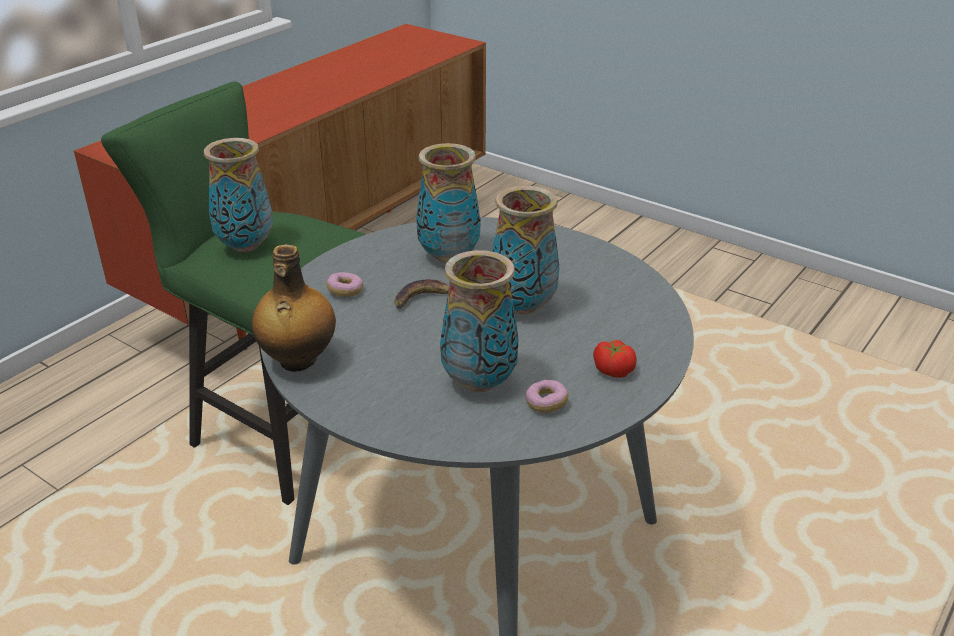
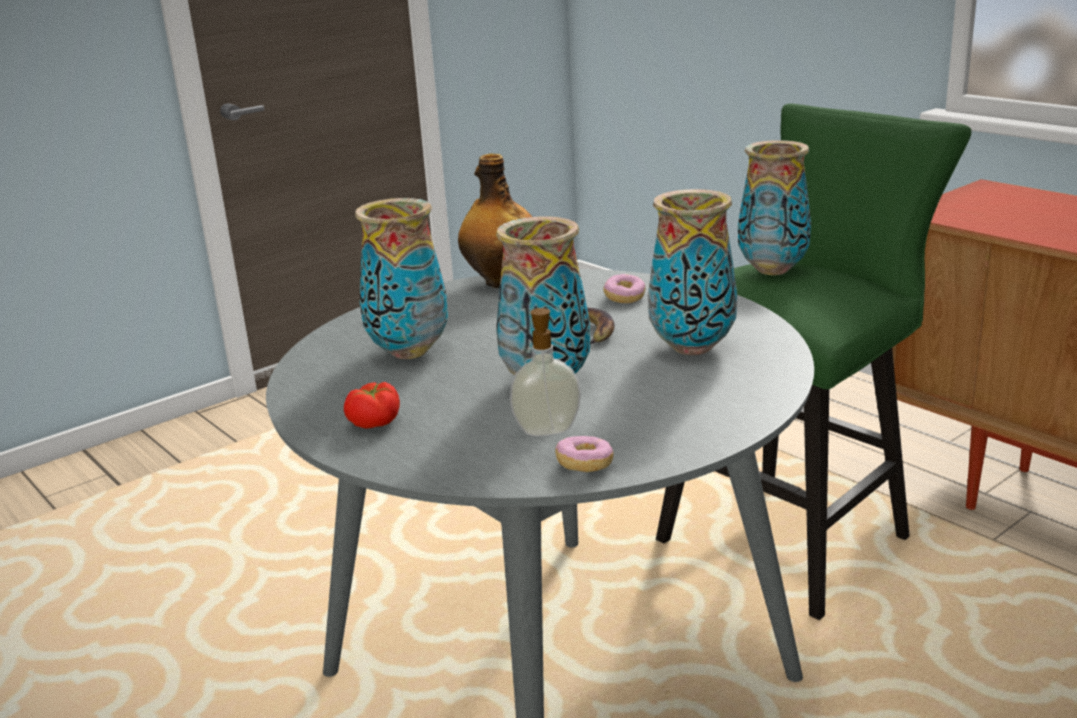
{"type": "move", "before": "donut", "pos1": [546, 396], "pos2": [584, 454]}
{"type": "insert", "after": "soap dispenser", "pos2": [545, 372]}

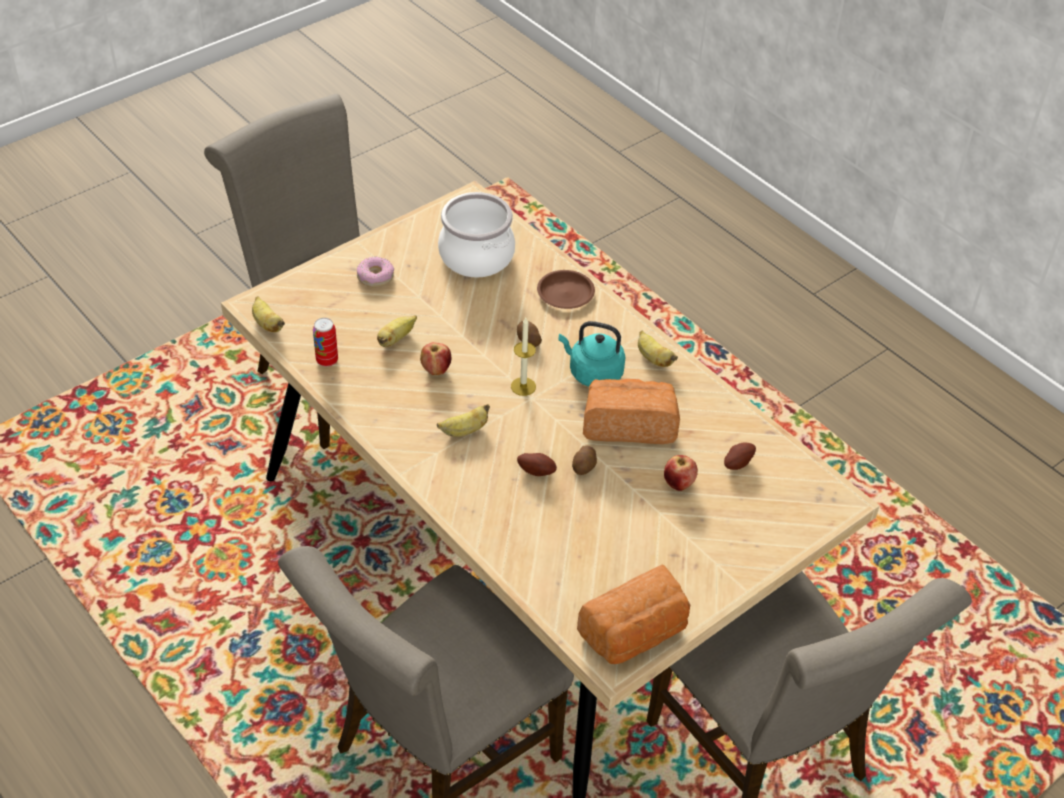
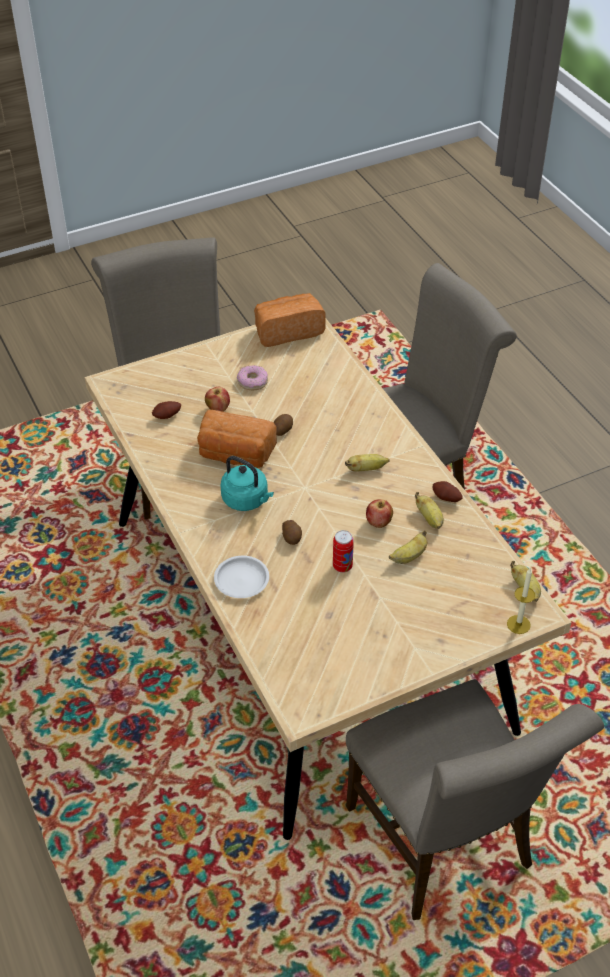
{"type": "move", "before": "can", "pos1": [325, 342], "pos2": [343, 551]}
{"type": "move", "before": "donut", "pos1": [375, 272], "pos2": [252, 377]}
{"type": "delete", "before": "cooking pot", "pos1": [476, 234]}
{"type": "move", "before": "candle", "pos1": [523, 357], "pos2": [521, 601]}
{"type": "move", "before": "potato", "pos1": [537, 464], "pos2": [447, 491]}
{"type": "recolor", "before": "brown plate", "after": "white plate", "pos1": [566, 289], "pos2": [241, 577]}
{"type": "move", "before": "banana", "pos1": [658, 349], "pos2": [429, 510]}

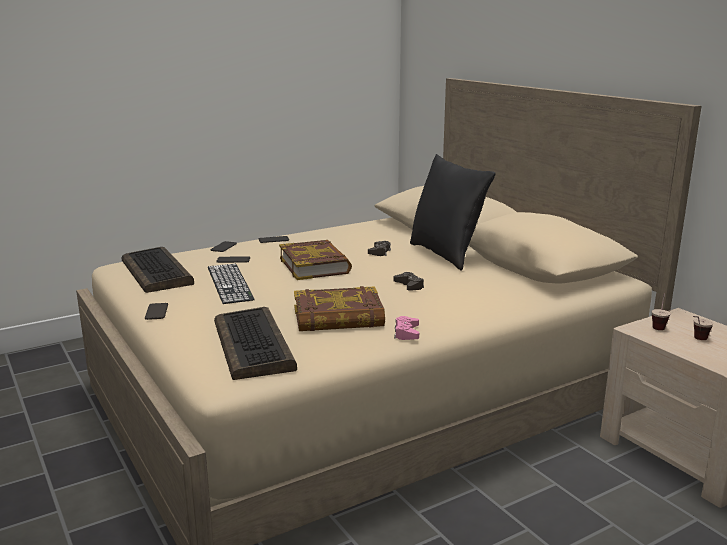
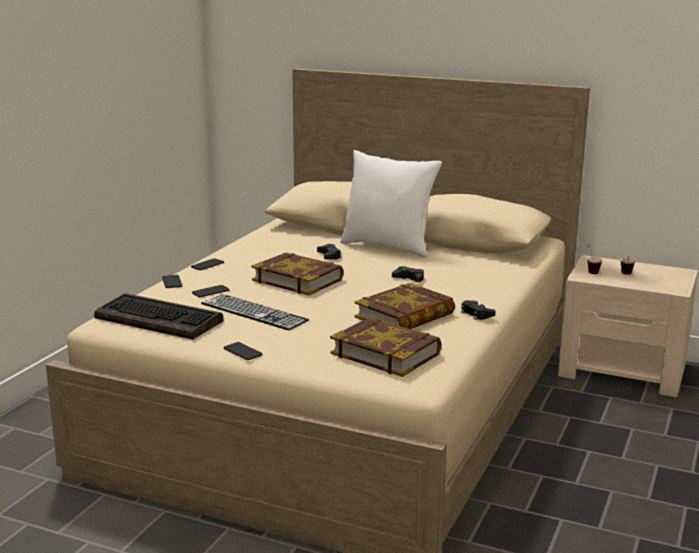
{"type": "replace", "before": "keyboard", "after": "book", "pos1": [255, 343], "pos2": [386, 347]}
{"type": "recolor", "before": "pink game controller", "after": "black game controller", "pos1": [406, 328], "pos2": [478, 310]}
{"type": "recolor", "before": "black pillow", "after": "white pillow", "pos1": [453, 212], "pos2": [391, 203]}

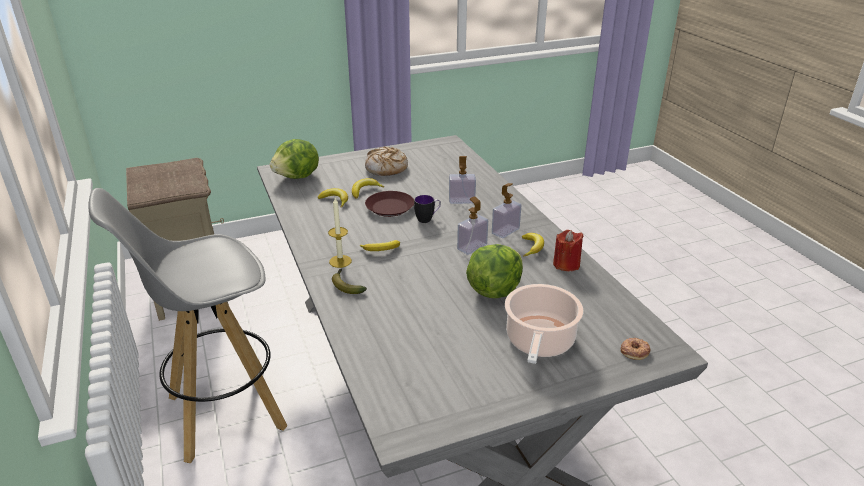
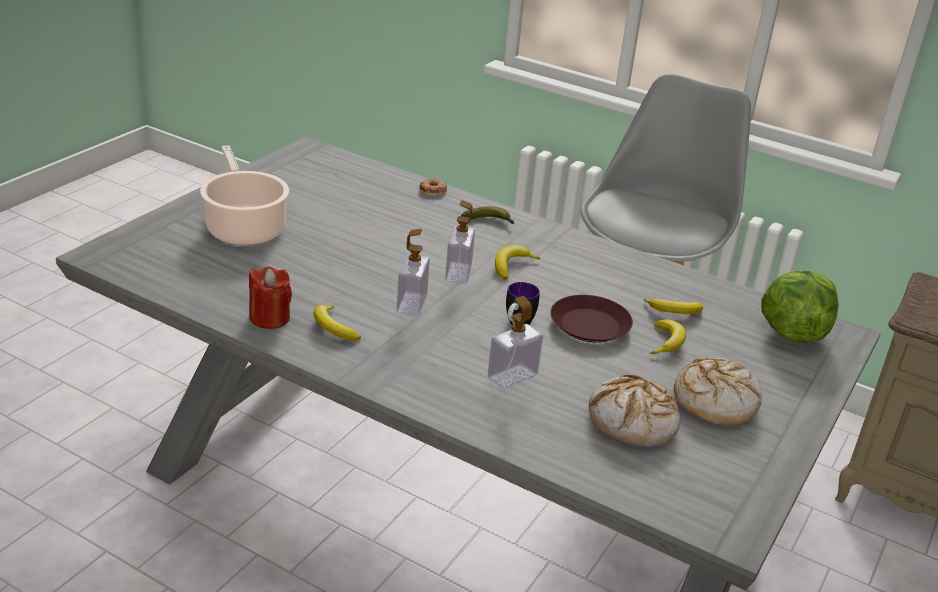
{"type": "delete", "before": "candle", "pos1": [340, 233]}
{"type": "delete", "before": "lettuce", "pos1": [494, 271]}
{"type": "move", "before": "soap dispenser", "pos1": [506, 210], "pos2": [460, 242]}
{"type": "move", "before": "donut", "pos1": [635, 348], "pos2": [433, 187]}
{"type": "insert", "after": "bread", "pos2": [634, 411]}

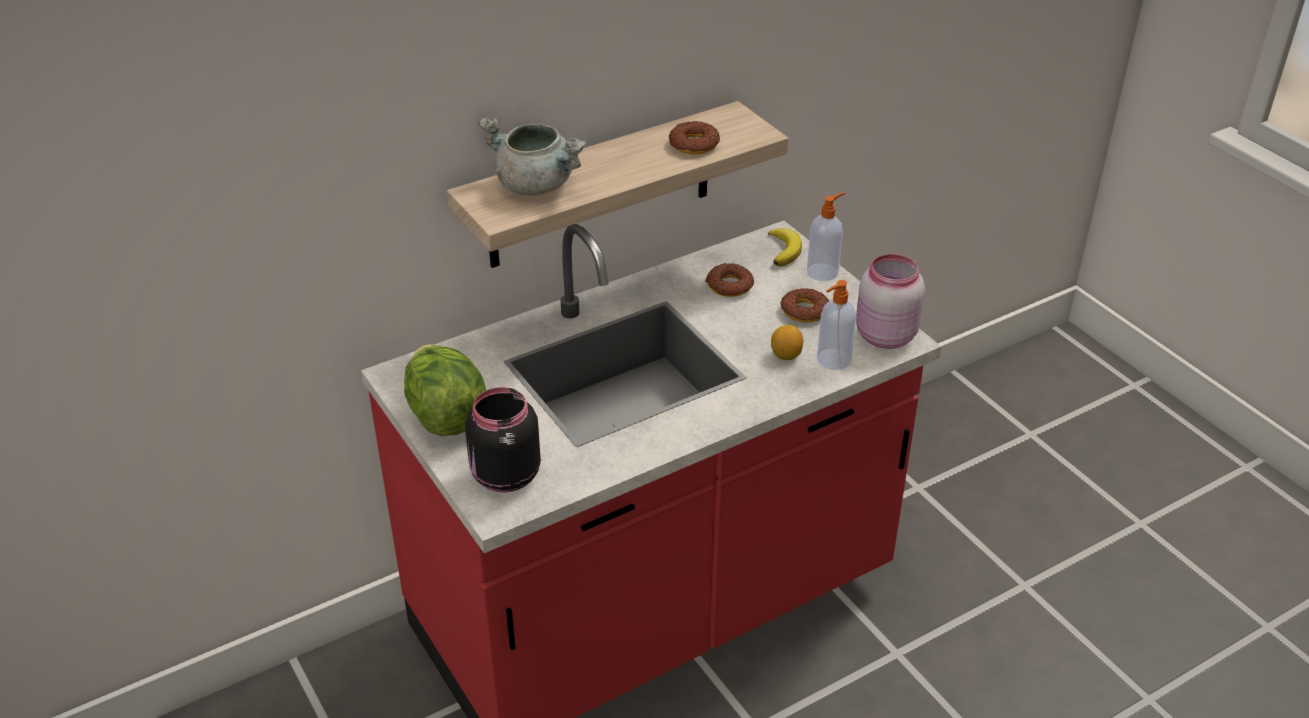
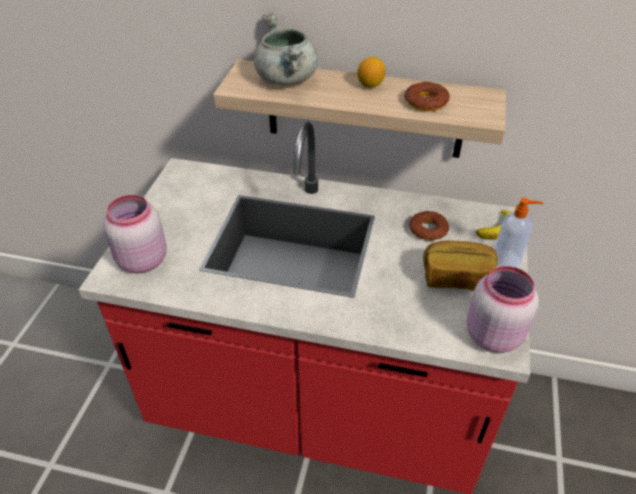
{"type": "delete", "before": "lettuce", "pos1": [445, 390]}
{"type": "recolor", "before": "black jar", "after": "pink jar", "pos1": [503, 440], "pos2": [135, 234]}
{"type": "move", "before": "lemon", "pos1": [787, 342], "pos2": [371, 72]}
{"type": "replace", "before": "donut", "after": "bread", "pos1": [805, 305], "pos2": [460, 266]}
{"type": "delete", "before": "soap dispenser", "pos1": [837, 325]}

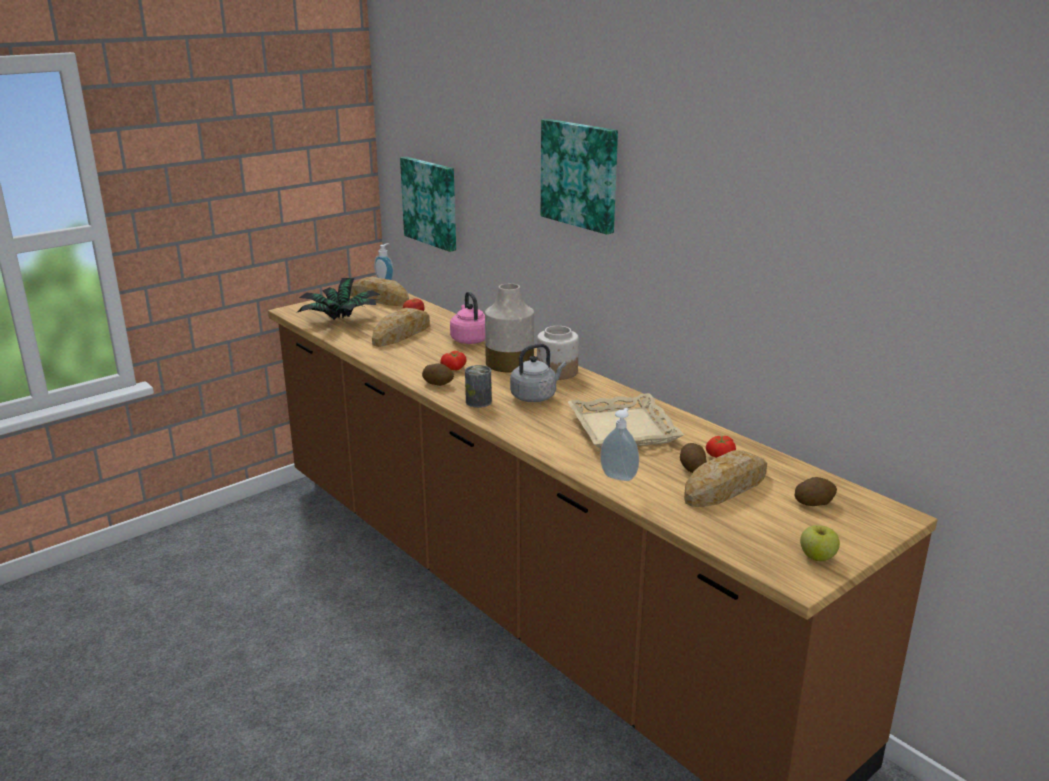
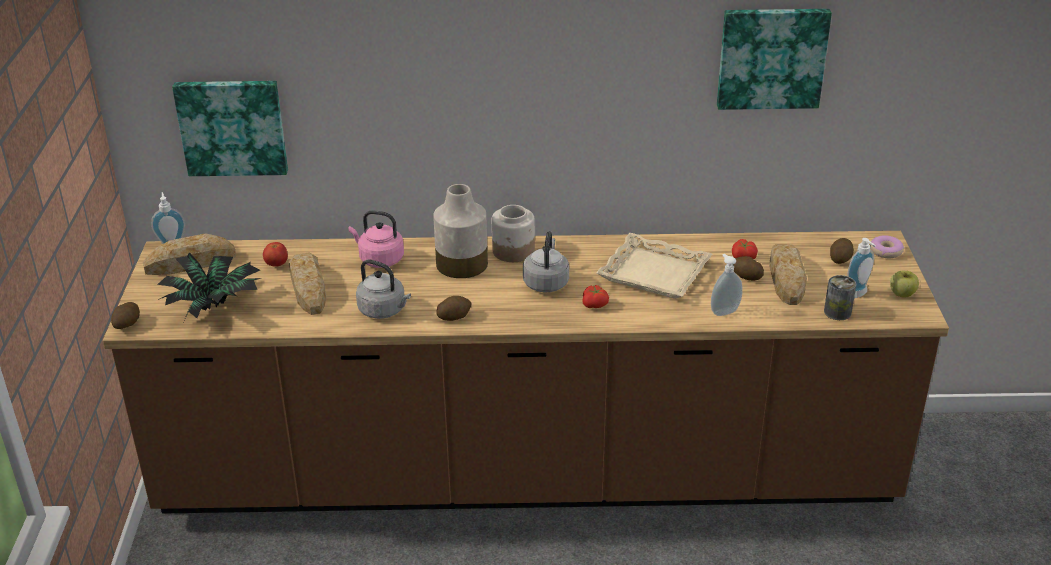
{"type": "move", "before": "tomato", "pos1": [453, 361], "pos2": [595, 296]}
{"type": "move", "before": "can", "pos1": [478, 386], "pos2": [840, 297]}
{"type": "move", "before": "picture", "pos1": [579, 177], "pos2": [774, 59]}
{"type": "insert", "after": "potato", "pos2": [125, 315]}
{"type": "insert", "after": "grey kettle", "pos2": [383, 289]}
{"type": "insert", "after": "soap dispenser", "pos2": [861, 268]}
{"type": "insert", "after": "donut", "pos2": [887, 246]}

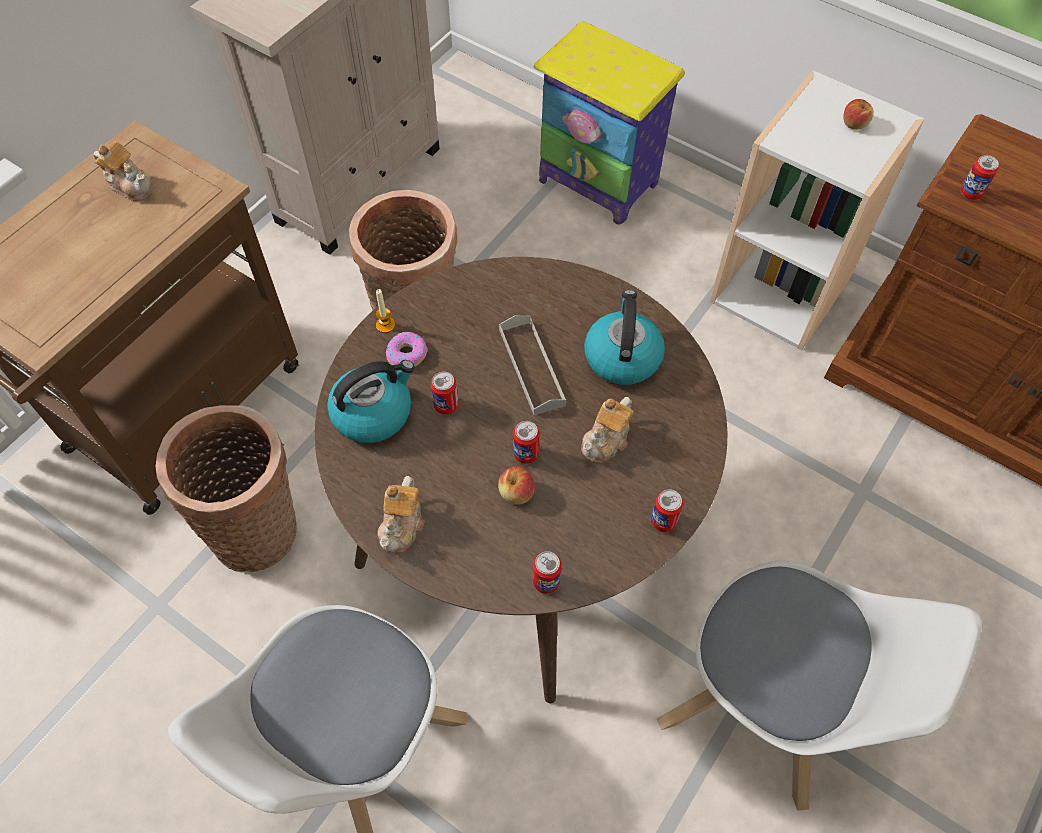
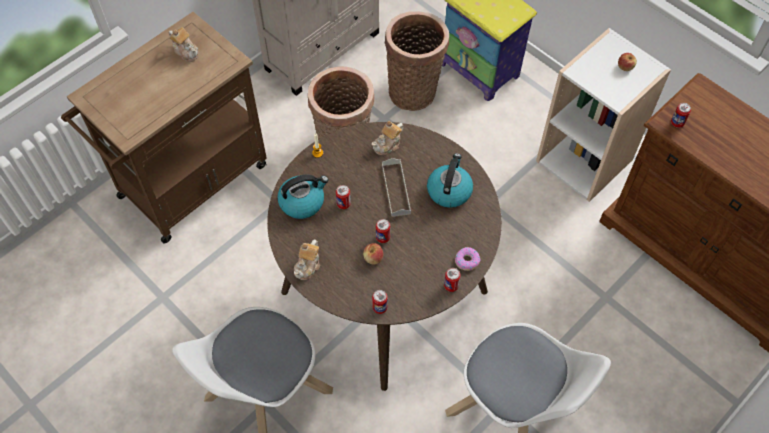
{"type": "move", "before": "basket", "pos1": [226, 488], "pos2": [417, 61]}
{"type": "move", "before": "donut", "pos1": [407, 349], "pos2": [468, 259]}
{"type": "move", "before": "teapot", "pos1": [607, 430], "pos2": [388, 138]}

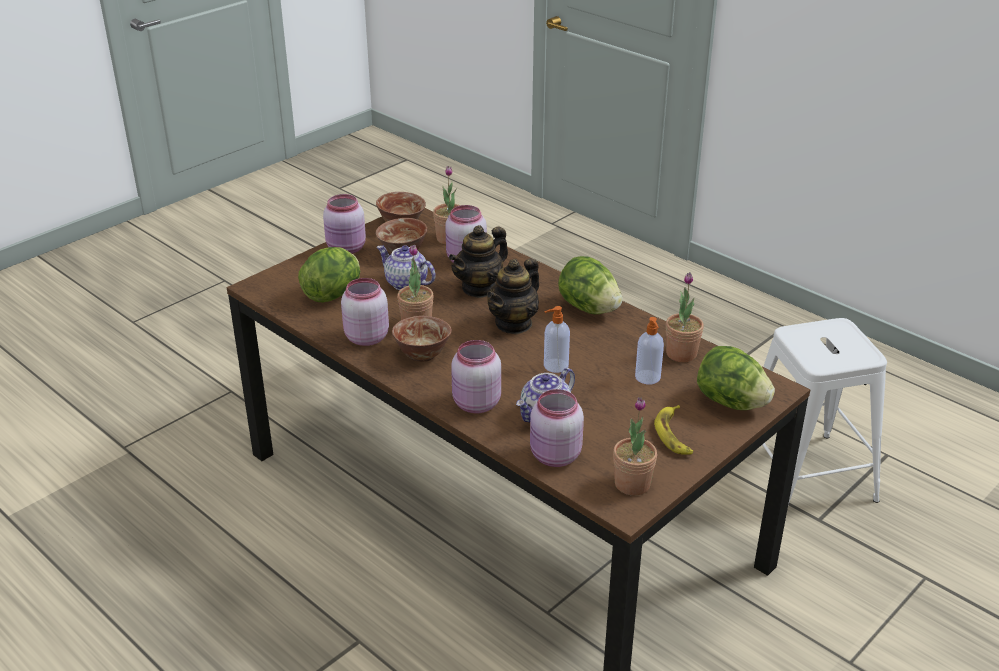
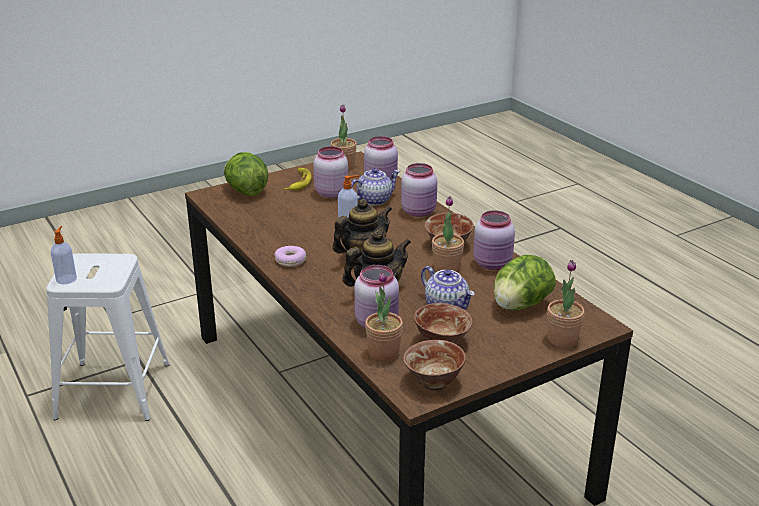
{"type": "move", "before": "pink jar", "pos1": [344, 224], "pos2": [331, 172]}
{"type": "replace", "before": "lettuce", "after": "donut", "pos1": [590, 285], "pos2": [290, 256]}
{"type": "move", "before": "soap dispenser", "pos1": [649, 350], "pos2": [64, 255]}
{"type": "move", "before": "potted plant", "pos1": [685, 317], "pos2": [566, 304]}

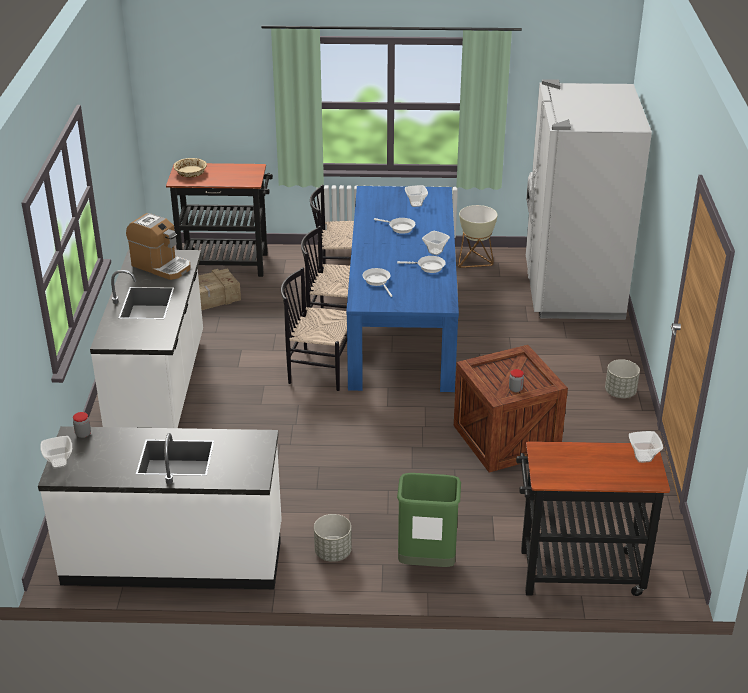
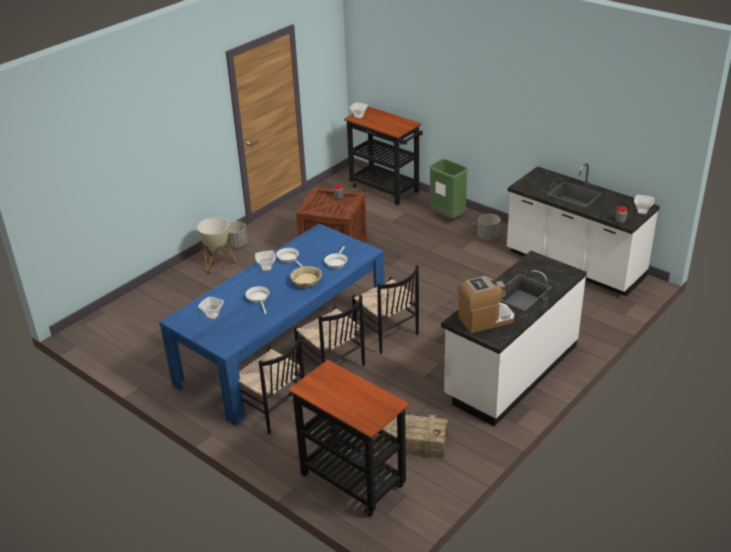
{"type": "rotate", "before": "coffee machine", "pos1": [158, 246], "pos2": [486, 304], "turn": 90}
{"type": "move", "before": "beige bowl", "pos1": [190, 167], "pos2": [306, 276]}
{"type": "move", "before": "planter", "pos1": [478, 236], "pos2": [217, 245]}
{"type": "delete", "before": "white fridge", "pos1": [589, 199]}

